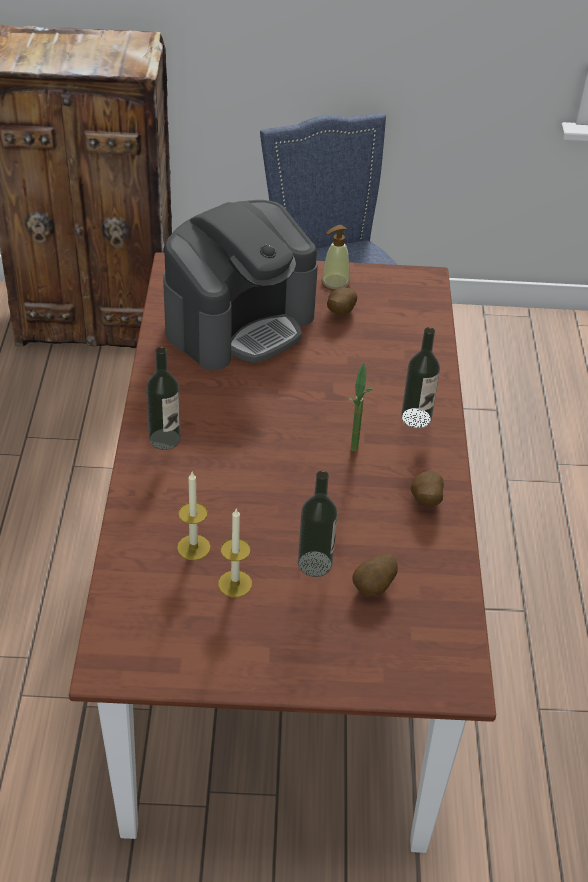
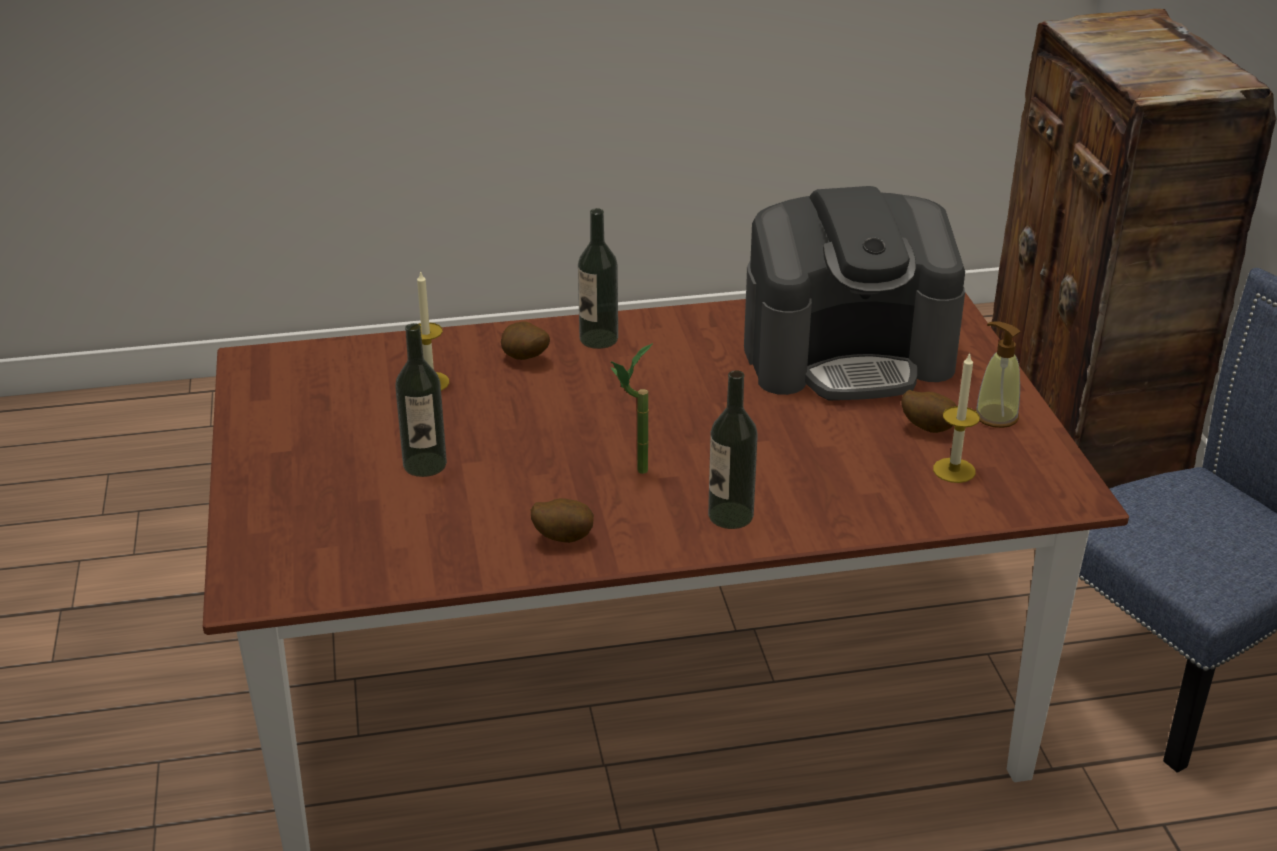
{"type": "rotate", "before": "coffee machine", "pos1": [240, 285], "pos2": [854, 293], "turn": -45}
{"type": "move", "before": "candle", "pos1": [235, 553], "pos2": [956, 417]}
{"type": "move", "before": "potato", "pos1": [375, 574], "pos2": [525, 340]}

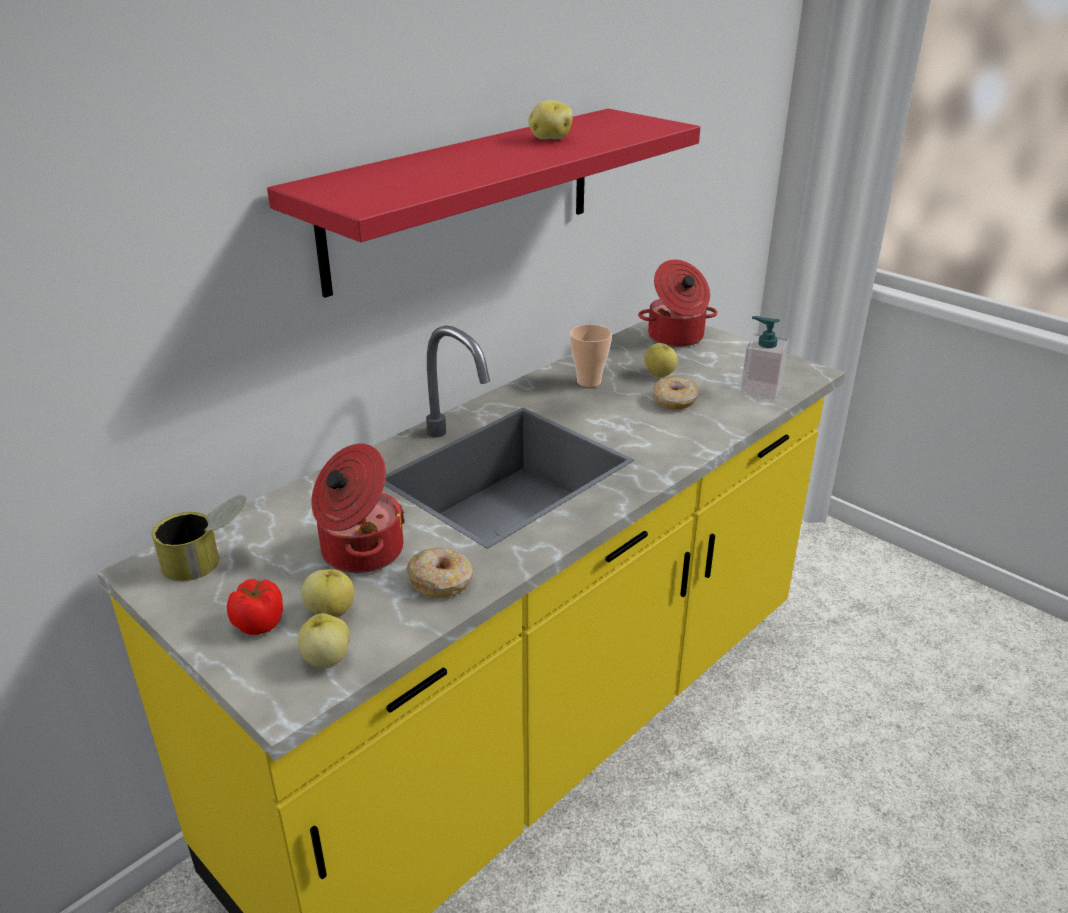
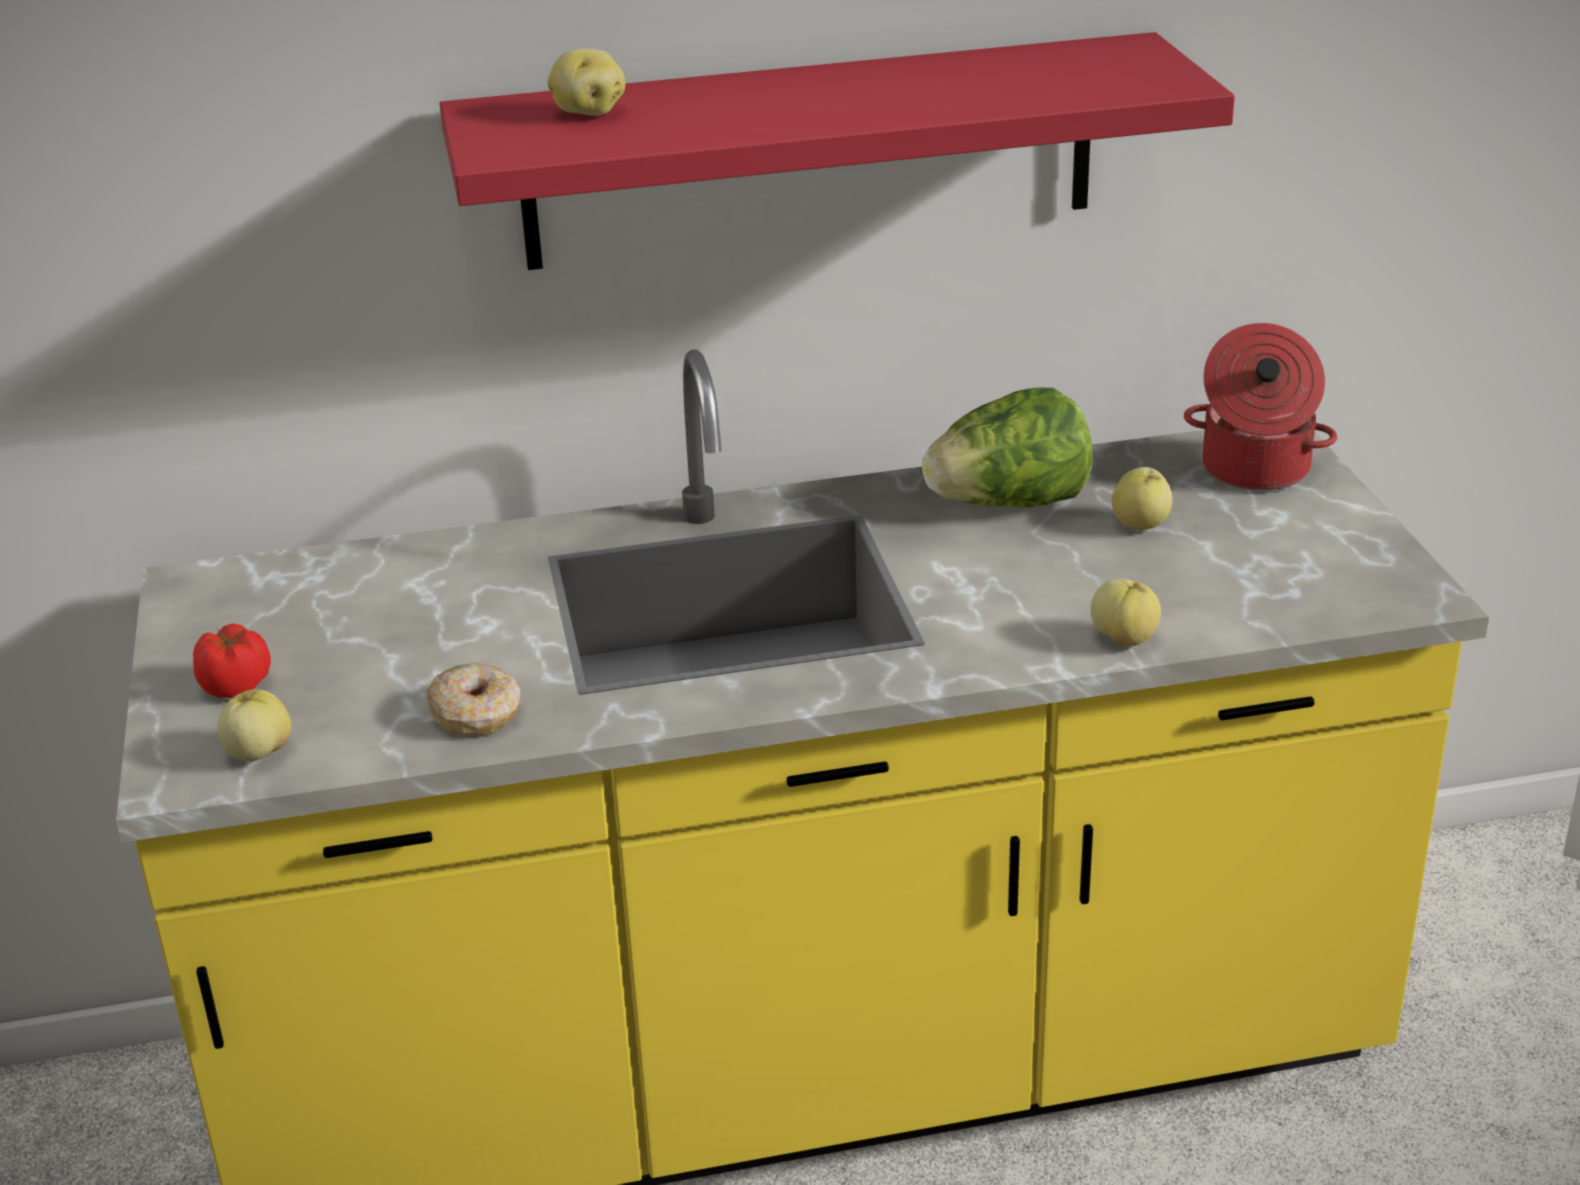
{"type": "delete", "before": "can", "pos1": [199, 538]}
{"type": "move", "before": "apple", "pos1": [328, 593], "pos2": [1126, 613]}
{"type": "delete", "before": "cooking pot", "pos1": [358, 508]}
{"type": "move", "before": "potato", "pos1": [550, 120], "pos2": [586, 82]}
{"type": "replace", "before": "cup", "after": "lettuce", "pos1": [590, 355], "pos2": [1007, 447]}
{"type": "delete", "before": "donut", "pos1": [675, 393]}
{"type": "delete", "before": "soap dispenser", "pos1": [764, 358]}

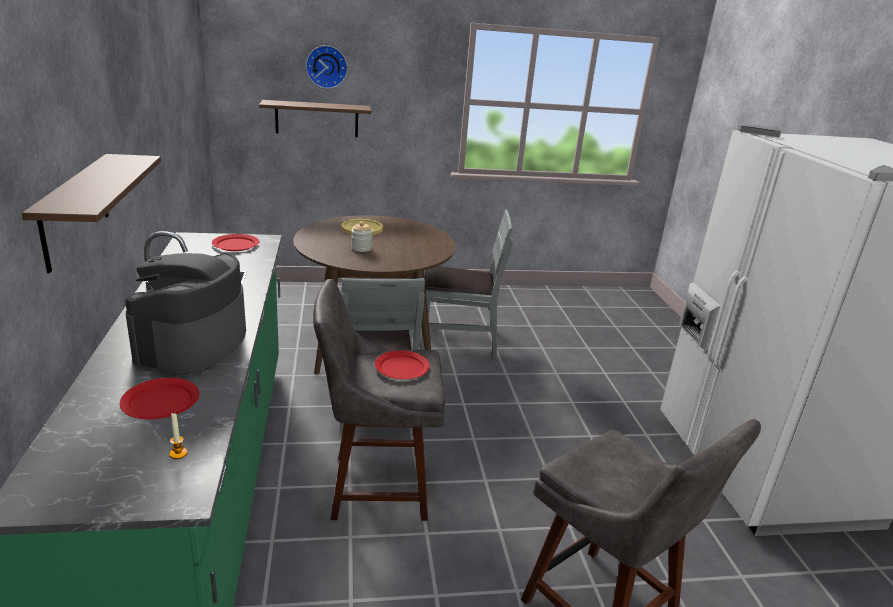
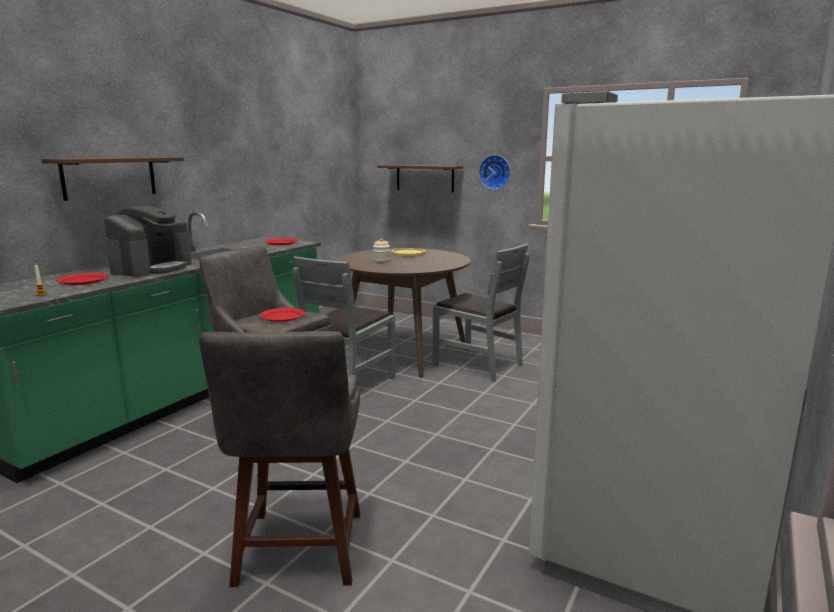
{"type": "rotate", "before": "coffee machine", "pos1": [185, 313], "pos2": [148, 241], "turn": 150}
{"type": "move", "before": "wall clock", "pos1": [327, 67], "pos2": [494, 172]}

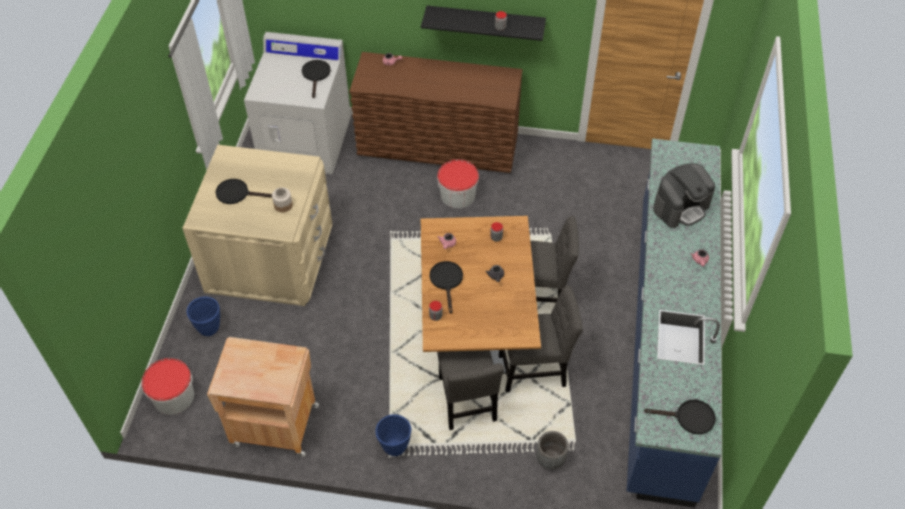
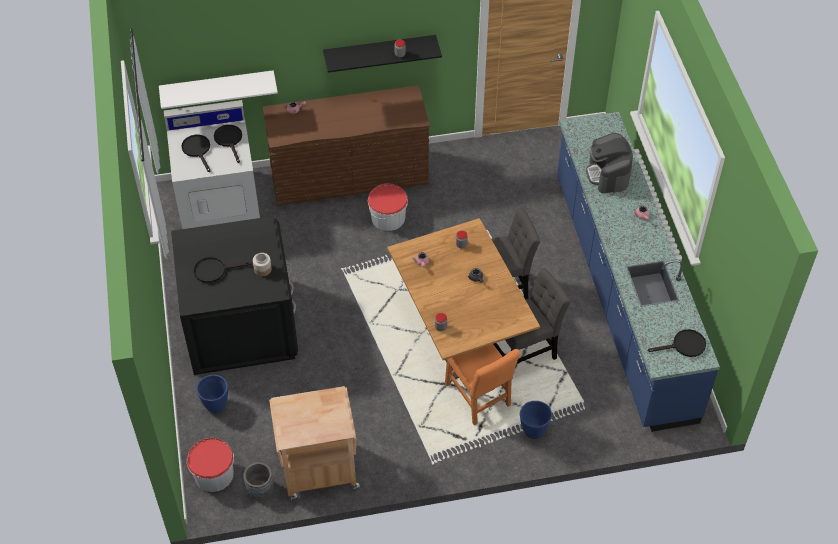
{"type": "recolor", "before": "beige dresser", "after": "black dresser", "pos1": [257, 225], "pos2": [234, 295]}
{"type": "move", "before": "blue planter", "pos1": [393, 435], "pos2": [536, 420]}
{"type": "move", "before": "black frying pan", "pos1": [446, 287], "pos2": [196, 153]}
{"type": "recolor", "before": "grey chair", "after": "orange chair", "pos1": [470, 390], "pos2": [483, 384]}
{"type": "move", "before": "grey planter", "pos1": [552, 450], "pos2": [259, 480]}
{"type": "rotate", "before": "coffee machine", "pos1": [684, 195], "pos2": [609, 163], "turn": 135}
{"type": "insert", "after": "white shelf", "pos2": [218, 89]}

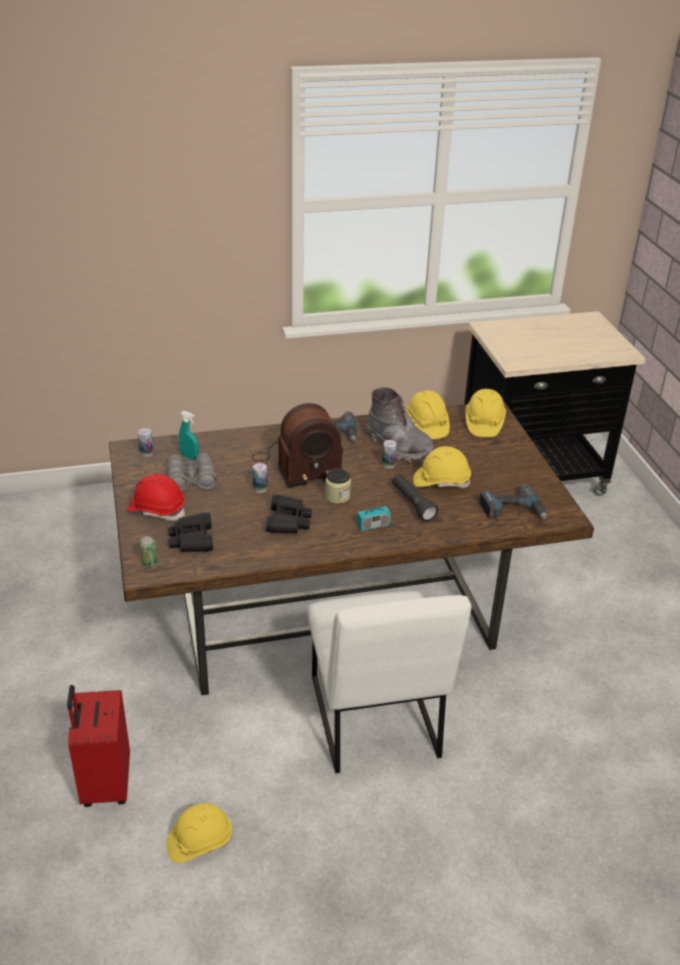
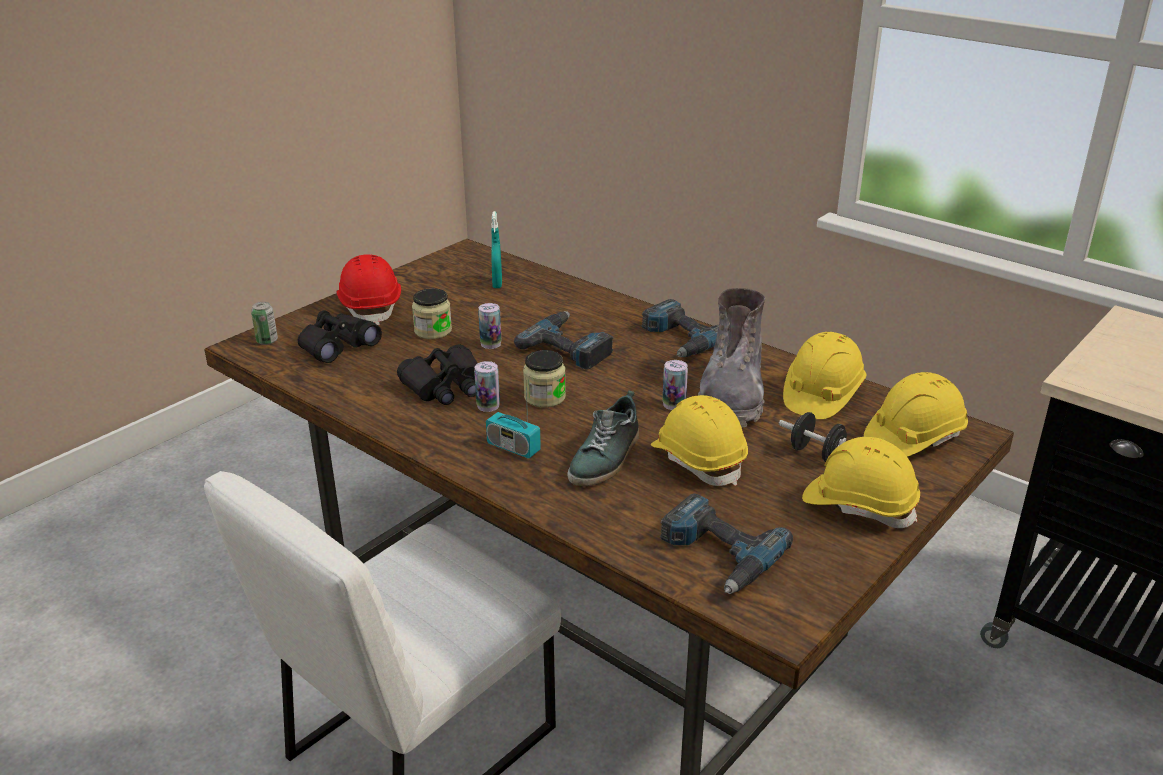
{"type": "delete", "before": "red suitcase", "pos1": [98, 746]}
{"type": "move", "before": "can", "pos1": [145, 442], "pos2": [487, 386]}
{"type": "move", "before": "yellow hard hat", "pos1": [199, 833], "pos2": [861, 482]}
{"type": "delete", "before": "grey binoculars", "pos1": [192, 472]}
{"type": "replace", "before": "radio", "after": "power drill", "pos1": [297, 445], "pos2": [563, 340]}
{"type": "replace", "before": "black flashlight", "after": "shoe", "pos1": [415, 497], "pos2": [603, 438]}
{"type": "insert", "after": "jar", "pos2": [432, 313]}
{"type": "insert", "after": "black dumbbell", "pos2": [813, 437]}

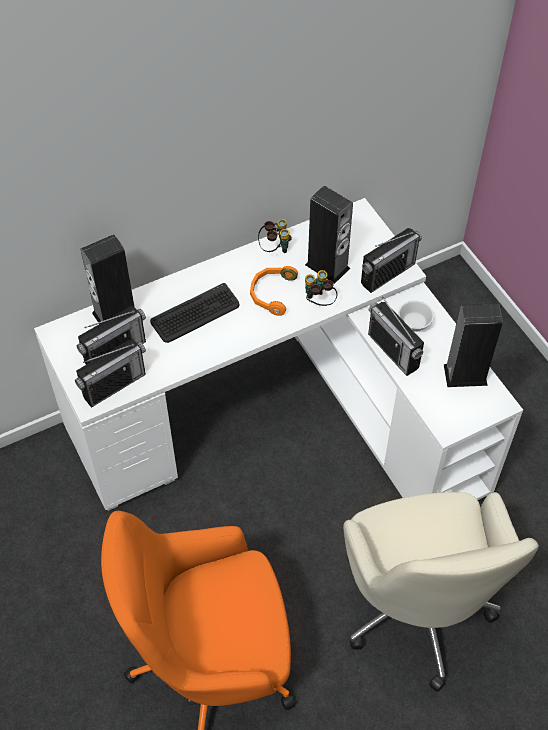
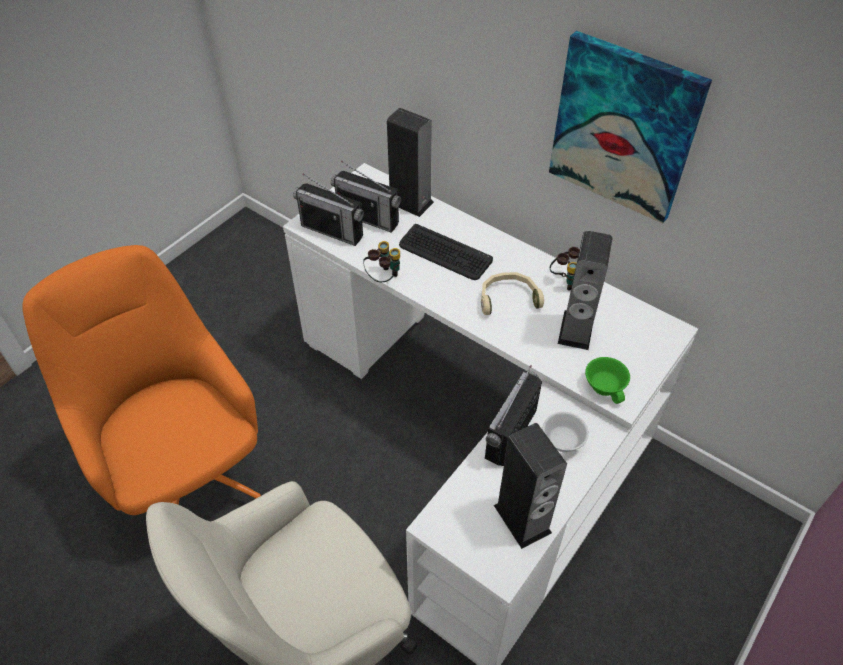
{"type": "recolor", "before": "orange headphones", "after": "beige headphones", "pos1": [274, 291], "pos2": [512, 293]}
{"type": "move", "before": "binoculars", "pos1": [321, 288], "pos2": [381, 261]}
{"type": "replace", "before": "radio", "after": "green cup", "pos1": [391, 260], "pos2": [607, 380]}
{"type": "insert", "after": "picture", "pos2": [630, 127]}

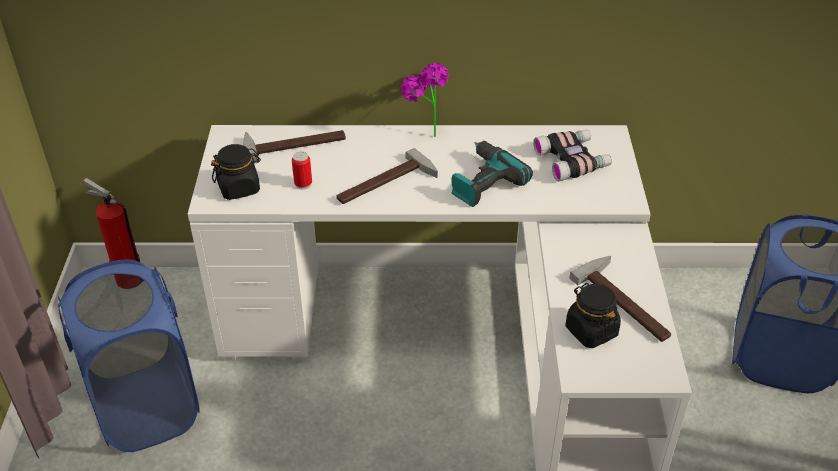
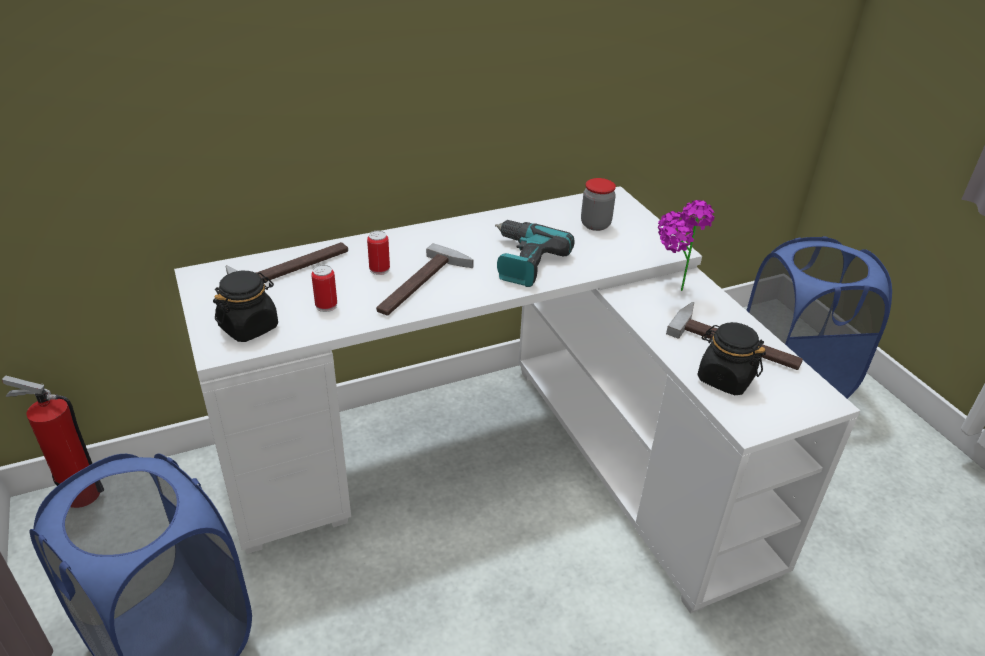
{"type": "move", "before": "potted plant", "pos1": [424, 99], "pos2": [685, 245]}
{"type": "replace", "before": "binoculars", "after": "jar", "pos1": [572, 155], "pos2": [598, 204]}
{"type": "insert", "after": "can", "pos2": [378, 253]}

